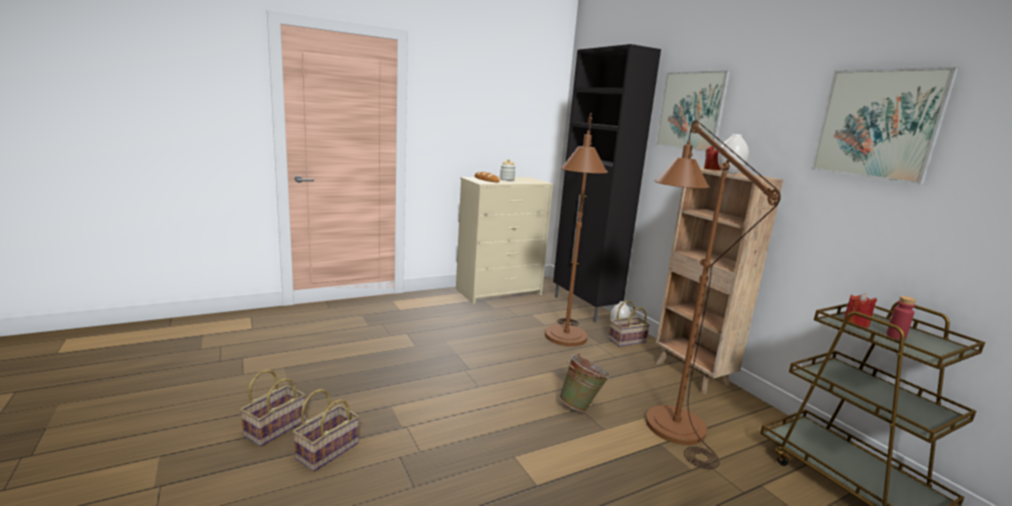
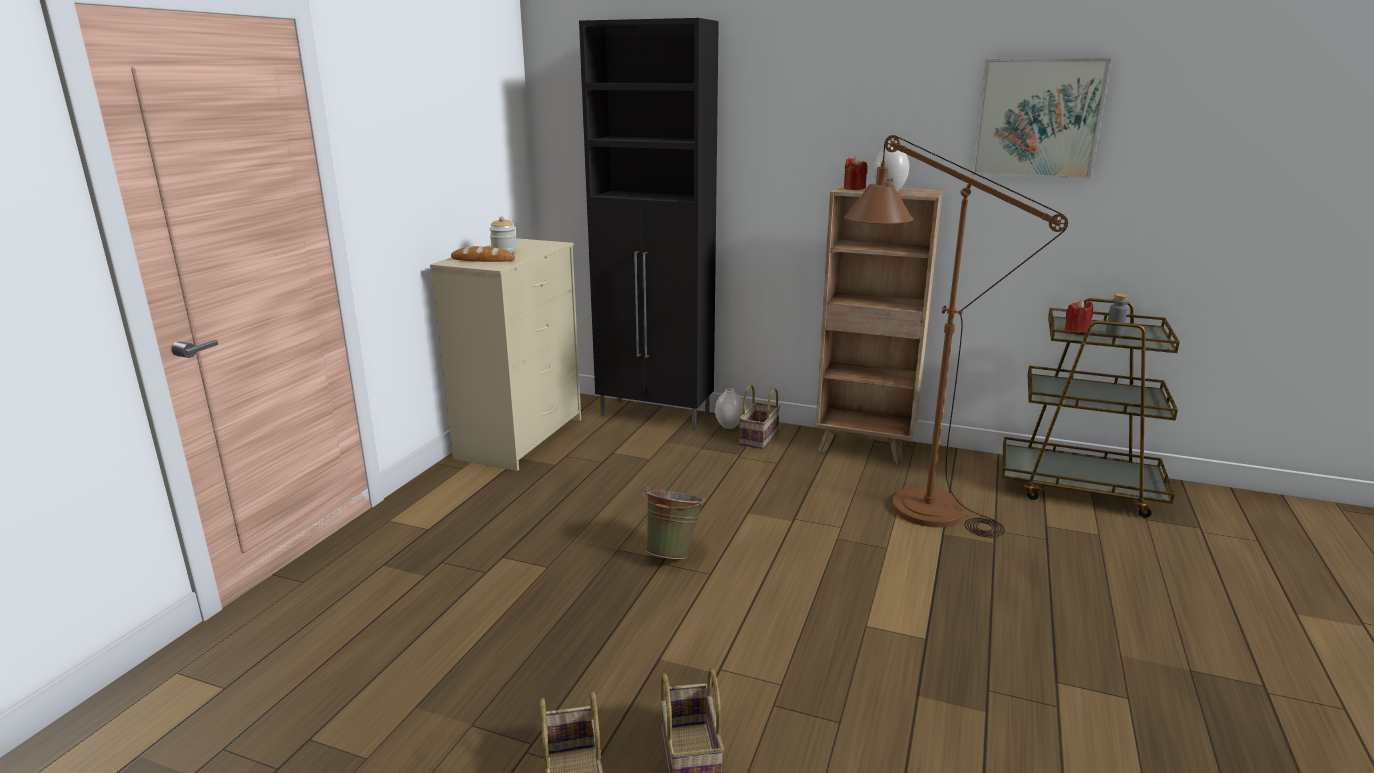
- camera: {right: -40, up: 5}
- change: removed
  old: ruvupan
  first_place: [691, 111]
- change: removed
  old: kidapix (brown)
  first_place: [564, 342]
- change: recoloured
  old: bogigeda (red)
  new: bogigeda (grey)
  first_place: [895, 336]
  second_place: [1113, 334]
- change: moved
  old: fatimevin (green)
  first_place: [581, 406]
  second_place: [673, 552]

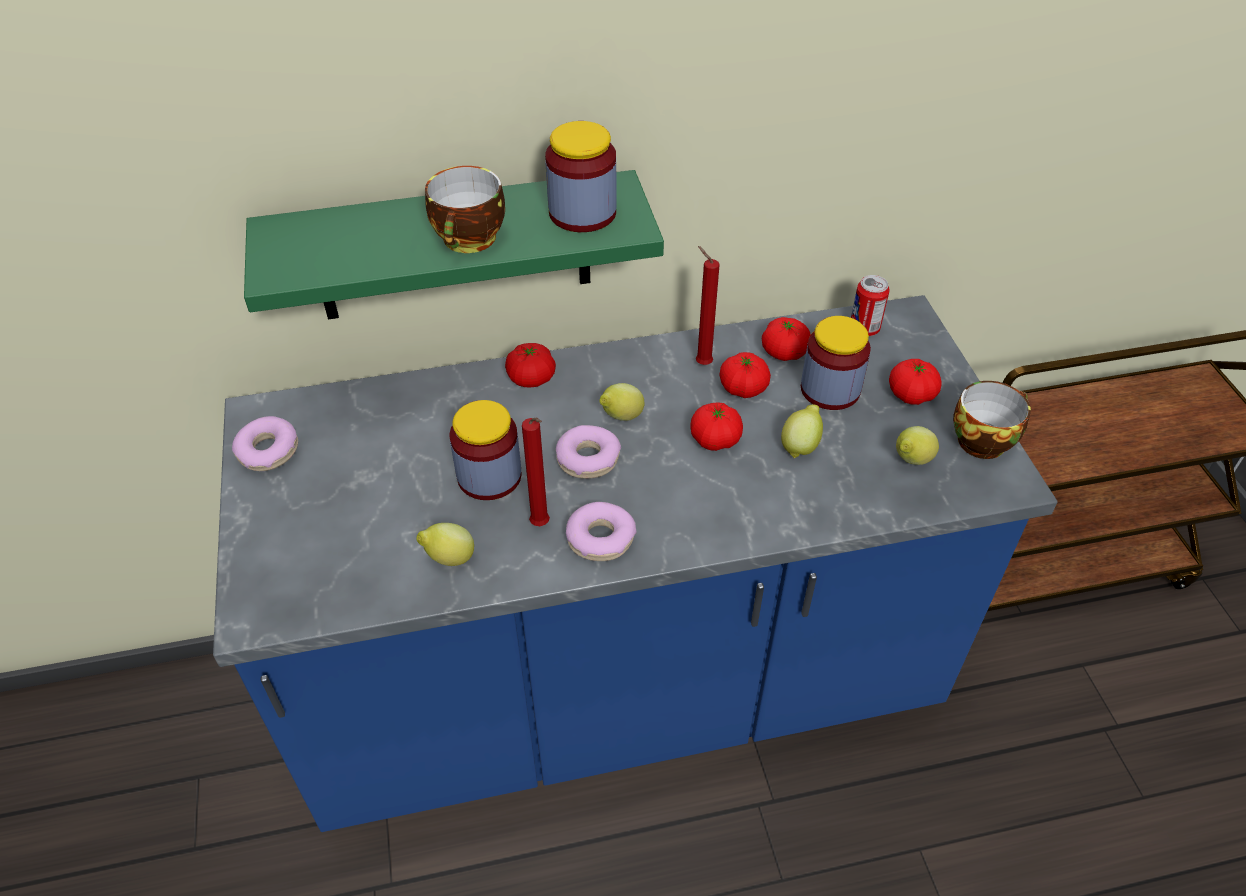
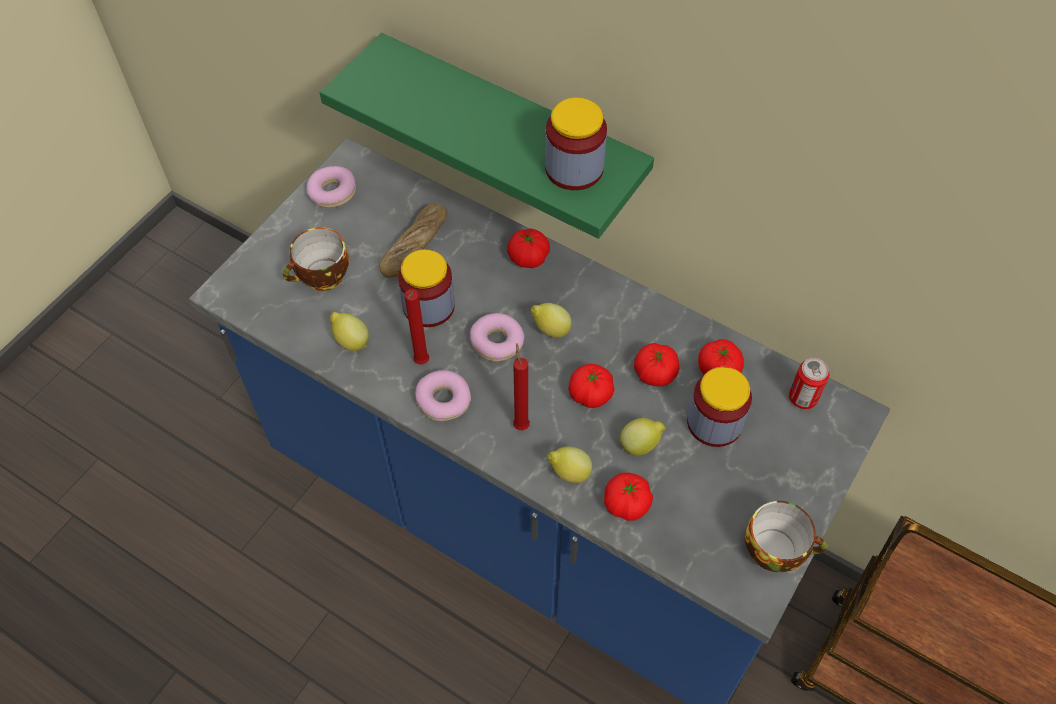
- camera: {right: 45, up: 10}
- change: moved
  old: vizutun
  first_place: [470, 240]
  second_place: [322, 278]
- change: moved
  old: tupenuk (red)
  first_place: [701, 363]
  second_place: [521, 424]
- change: moved
  old: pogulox
  first_place: [911, 394]
  second_place: [626, 504]
- change: moved
  old: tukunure
  first_place: [911, 461]
  second_place: [569, 473]
- change: added
  new: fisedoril
  second_place: [414, 245]

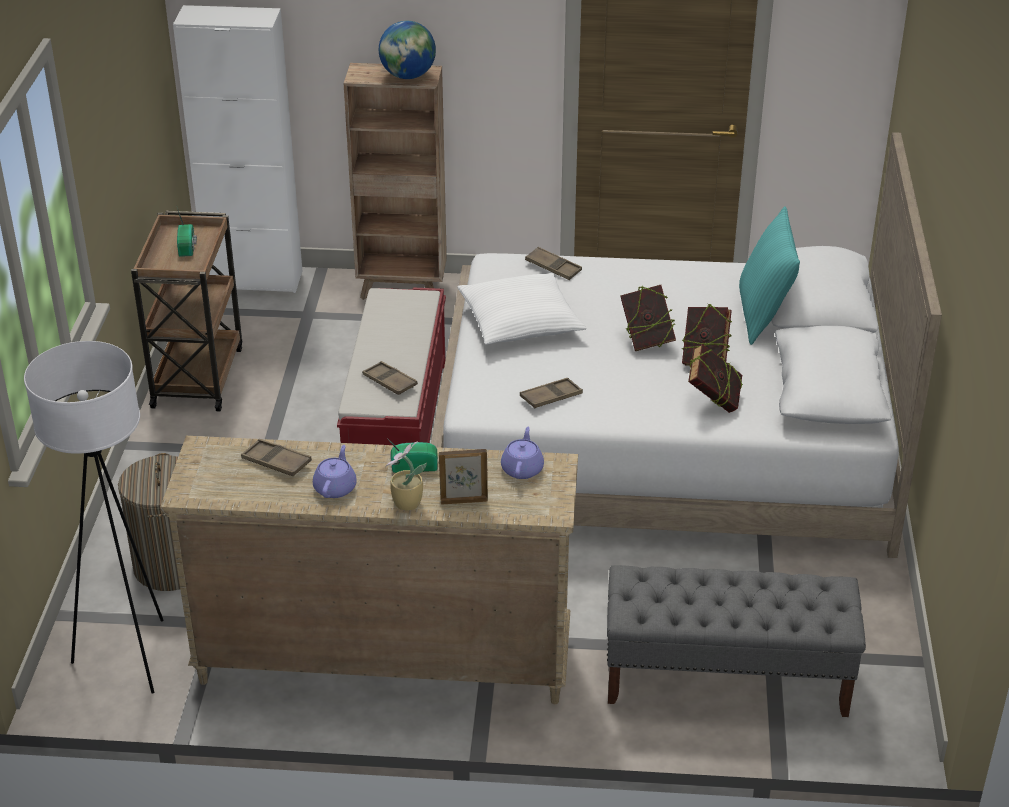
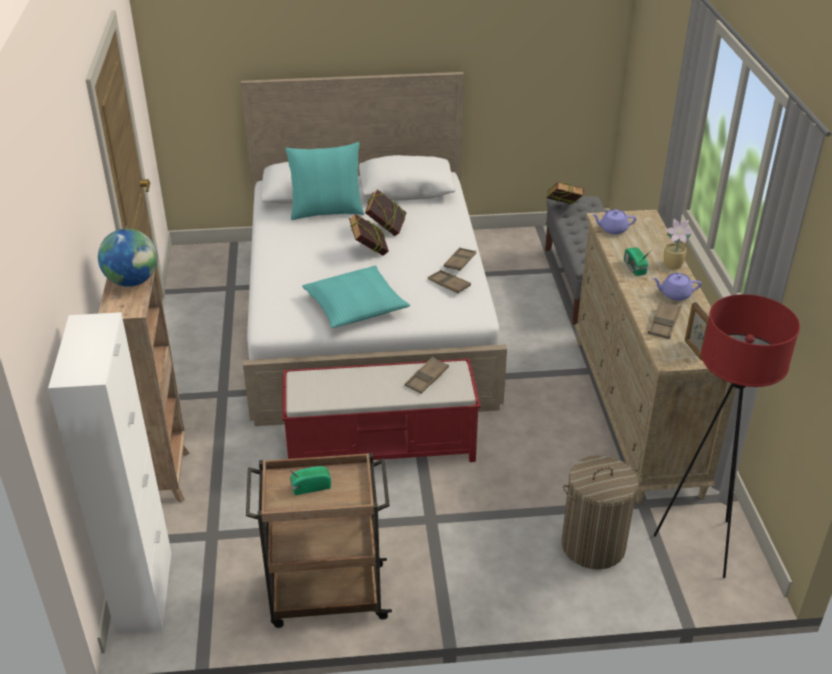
- camera: {right: -100, up: 0}
- change: moved
  old: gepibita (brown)
  first_place: [553, 267]
  second_place: [460, 262]
- change: recoloured
  old: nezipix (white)
  new: nezipix (turquoise)
  first_place: [520, 321]
  second_place: [355, 306]
- change: recoloured
  old: kidapix (white)
  new: kidapix (red)
  first_place: [130, 657]
  second_place: [700, 544]
- change: moved
  old: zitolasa
  first_place: [713, 402]
  second_place: [563, 209]
- change: moved
  old: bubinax
  first_place: [463, 500]
  second_place: [694, 350]

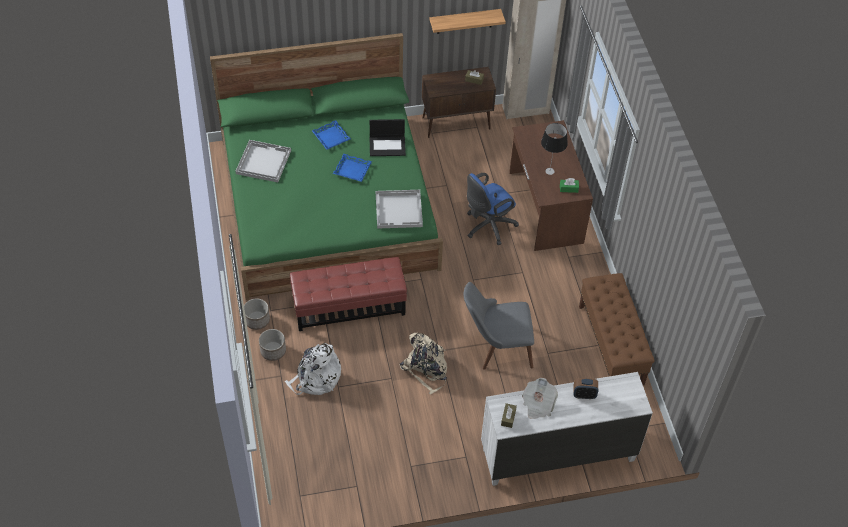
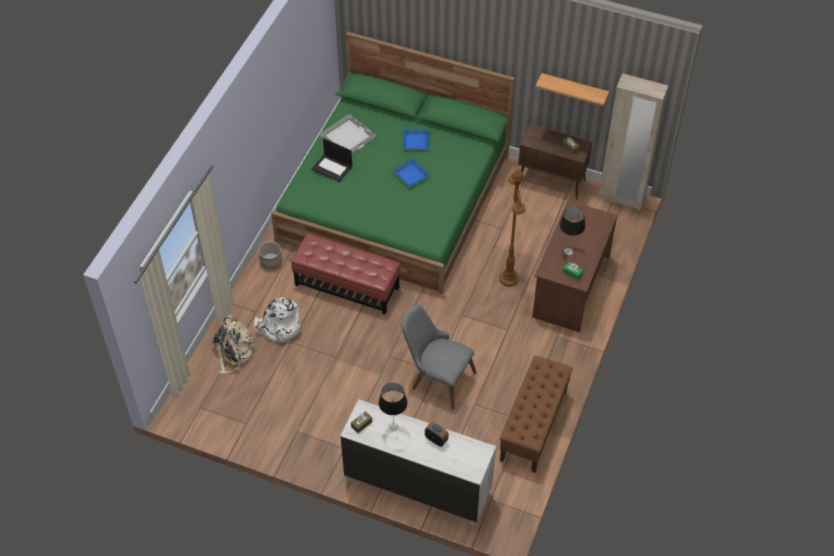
- camera: {right: 35, up: 0}
- change: moved
  old: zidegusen
  first_place: [387, 146]
  second_place: [332, 168]
- change: replaced
  old: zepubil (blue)
  new: kidapix (brown)
  first_place: [487, 226]
  second_place: [508, 278]
- change: removed
  old: gepibita (white)
  first_place: [399, 210]
- change: removed
  old: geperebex
  first_place: [273, 351]
- change: moved
  old: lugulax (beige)
  first_place: [426, 369]
  second_place: [234, 352]
- change: replaced
  old: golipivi
  new: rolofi
  first_place: [538, 404]
  second_place: [393, 427]

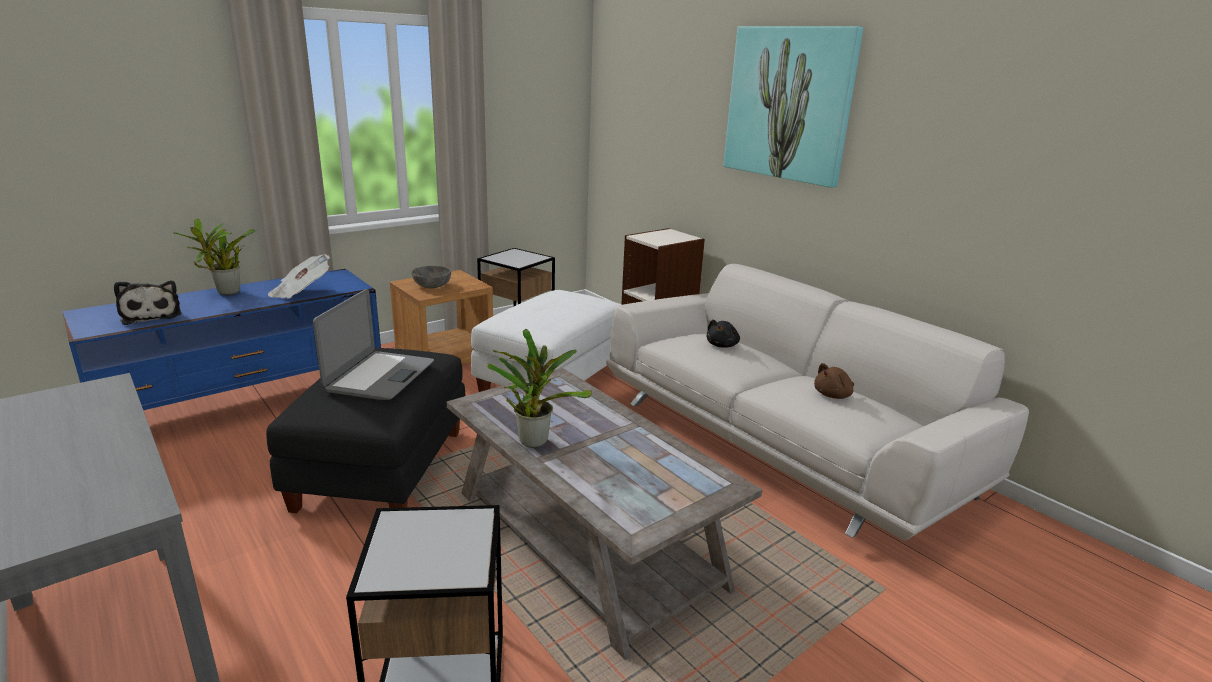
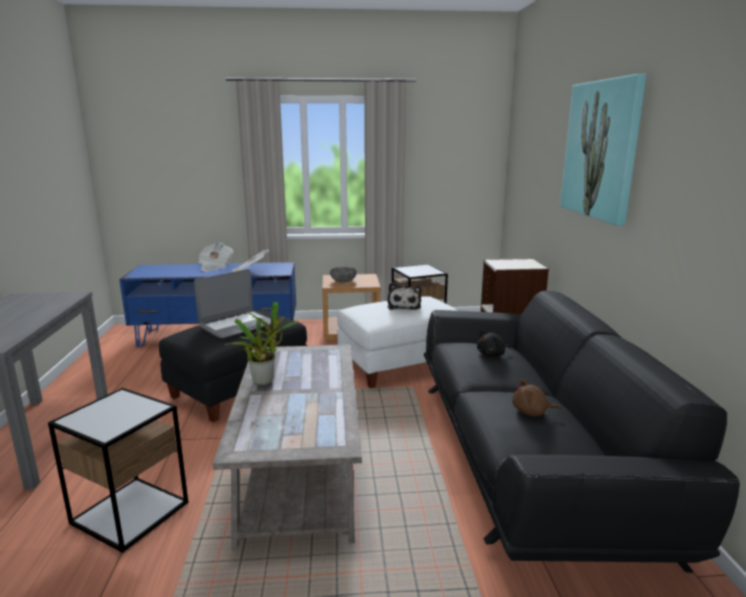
- camera: {right: 35, up: -5}
- change: replaced
  old: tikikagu
  new: golipivi
  first_place: [226, 293]
  second_place: [215, 267]
- change: recoloured
  old: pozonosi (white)
  new: pozonosi (black)
  first_place: [783, 446]
  second_place: [530, 458]
- change: moved
  old: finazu
  first_place: [151, 315]
  second_place: [404, 306]

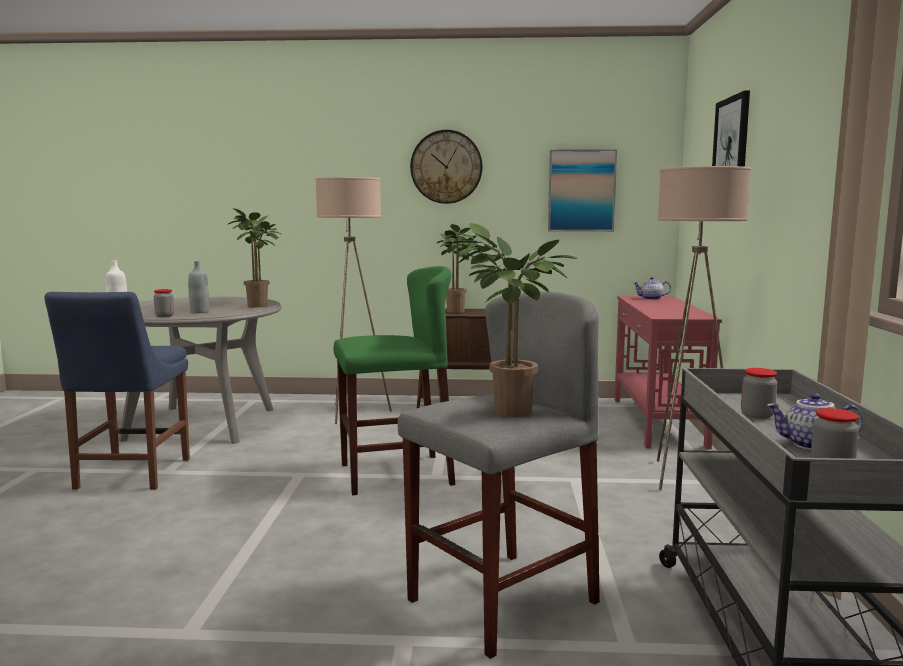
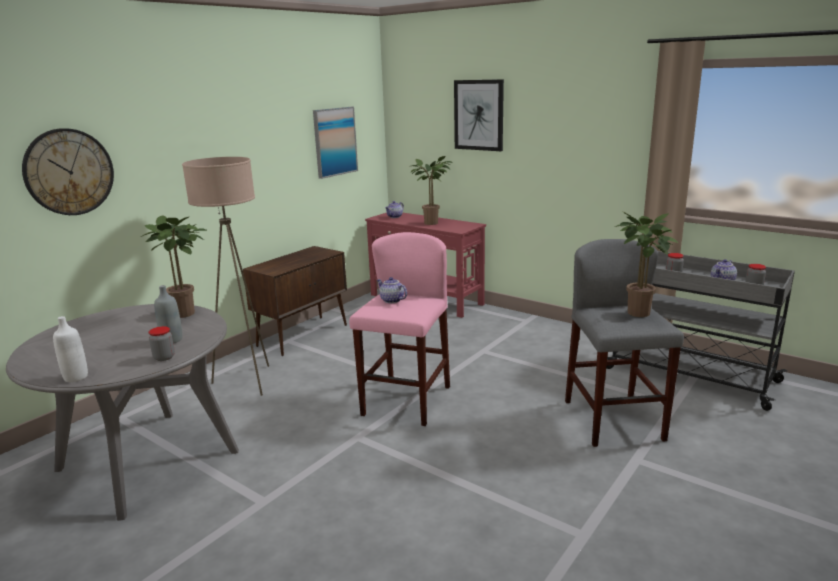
- camera: {right: -55, up: 10}
- change: moved
  old: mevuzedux
  first_place: [446, 167]
  second_place: [69, 172]
- change: removed
  old: kidapix (beige)
  first_place: [685, 477]
- change: moved
  old: tikikagu
  first_place: [458, 311]
  second_place: [433, 223]
- change: recoloured
  old: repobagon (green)
  new: repobagon (pink)
  first_place: [395, 474]
  second_place: [406, 401]
- change: removed
  old: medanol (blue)
  first_place: [130, 475]
- change: added
  new: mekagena
  second_place: [391, 300]

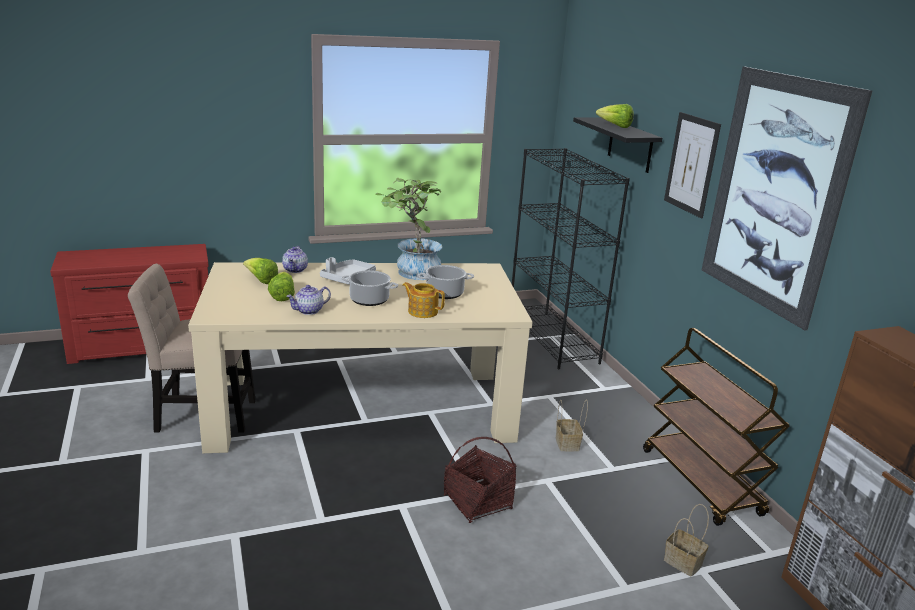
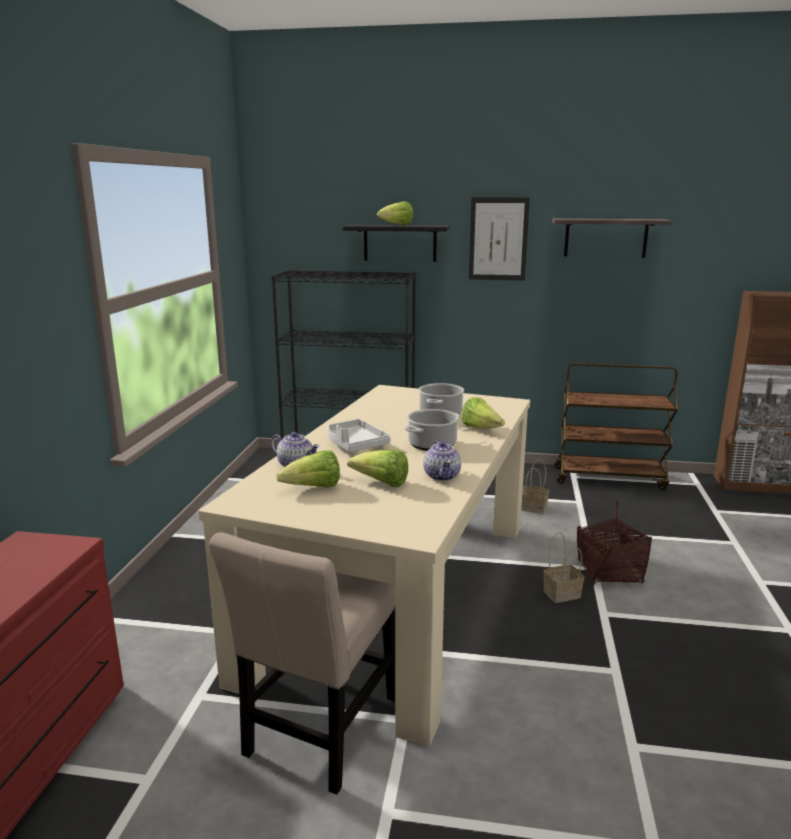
- camera: {right: -60, up: -5}
- change: replaced
  old: ruvupan
  new: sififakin
  first_place: [775, 194]
  second_place: [605, 237]
- change: removed
  old: tikikagu
  first_place: [411, 272]
- change: replaced
  old: mekagena
  new: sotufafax
  first_place: [422, 311]
  second_place: [481, 429]
- change: moved
  old: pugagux
  first_place: [684, 562]
  second_place: [562, 593]

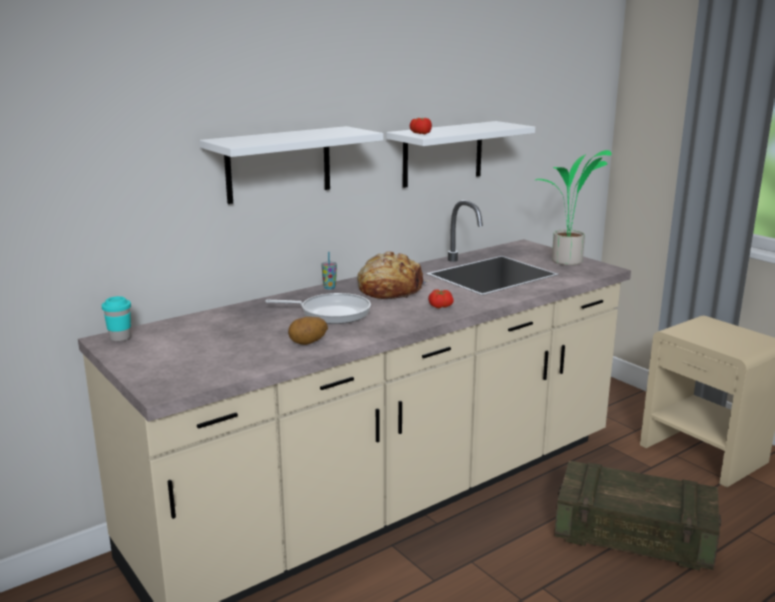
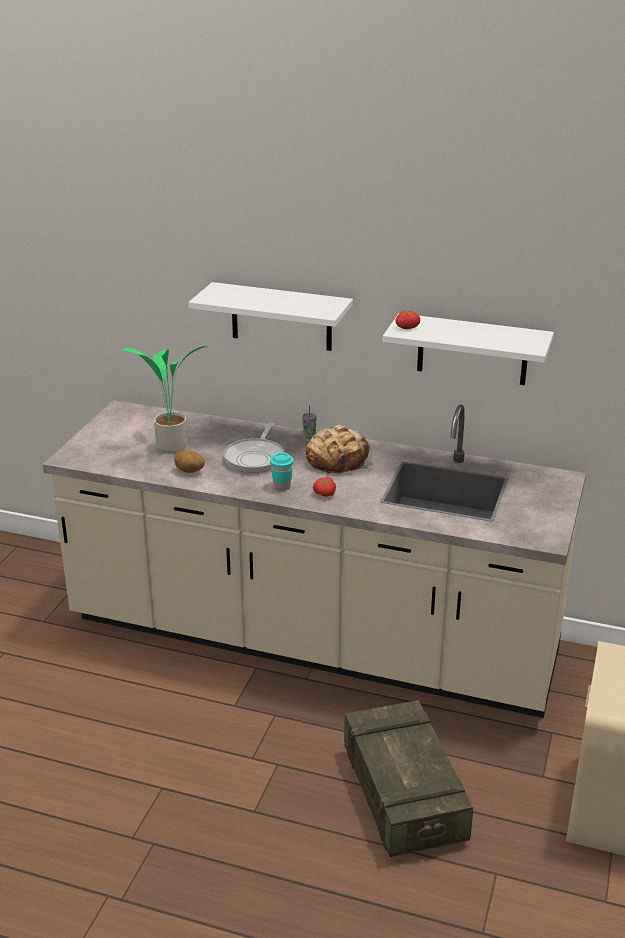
- camera: {right: 55, up: 10}
- change: moved
  old: tikikagu
  first_place: [567, 262]
  second_place: [170, 447]
- change: turned
  old: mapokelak
  first_place: [331, 313]
  second_place: [255, 457]
  degrees: 45
- change: moved
  old: vizutun (turquoise)
  first_place: [120, 338]
  second_place: [282, 486]

